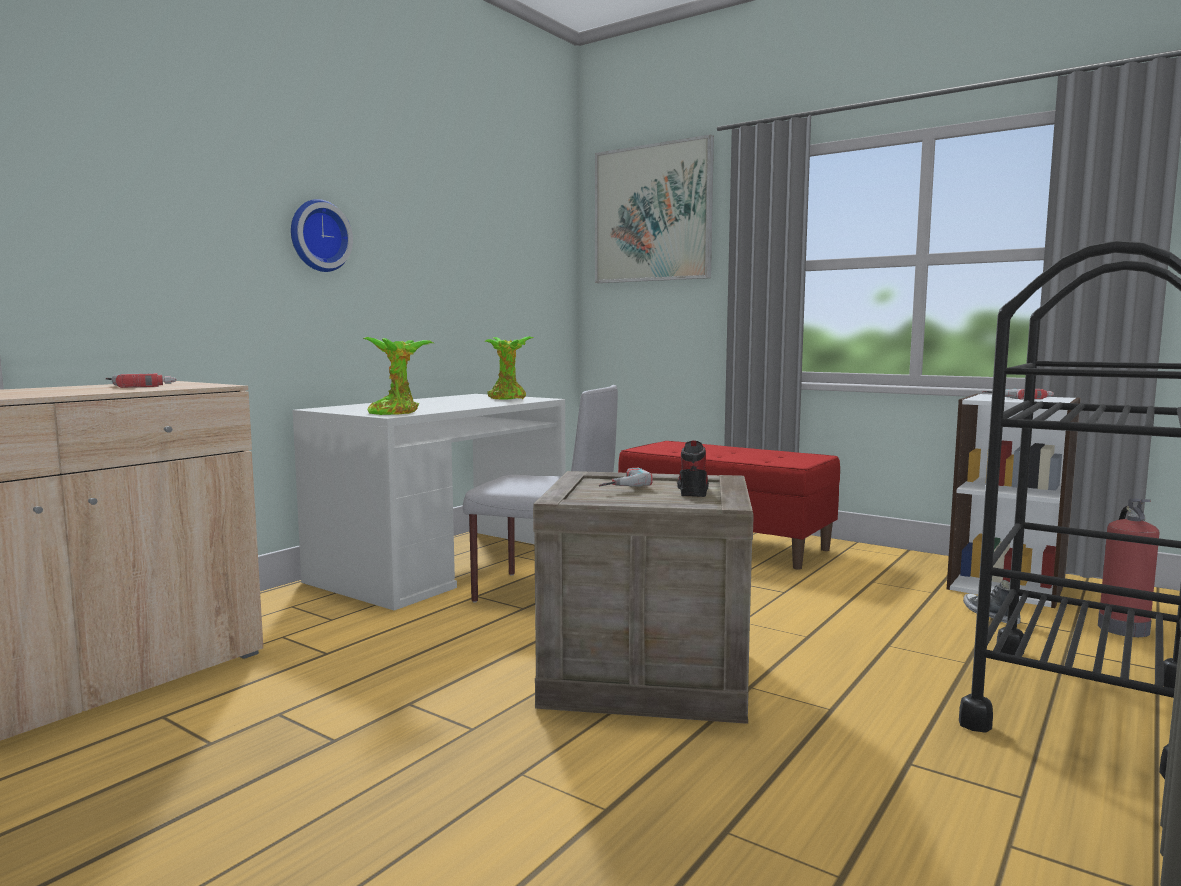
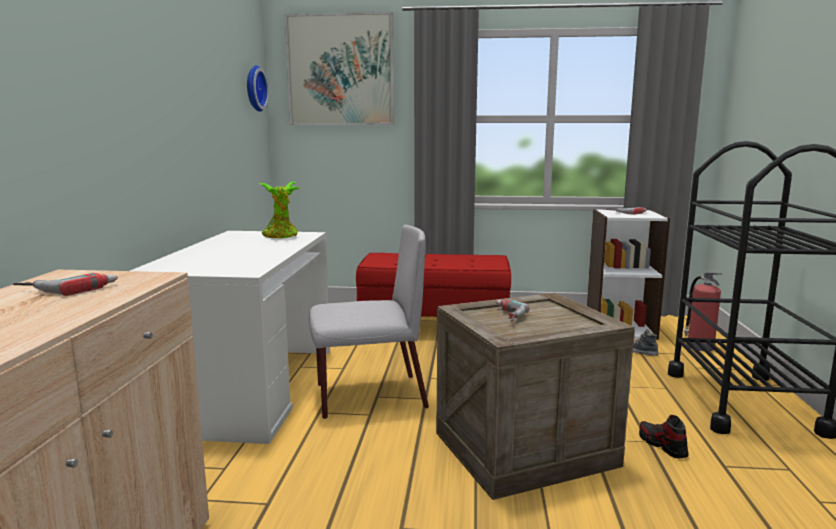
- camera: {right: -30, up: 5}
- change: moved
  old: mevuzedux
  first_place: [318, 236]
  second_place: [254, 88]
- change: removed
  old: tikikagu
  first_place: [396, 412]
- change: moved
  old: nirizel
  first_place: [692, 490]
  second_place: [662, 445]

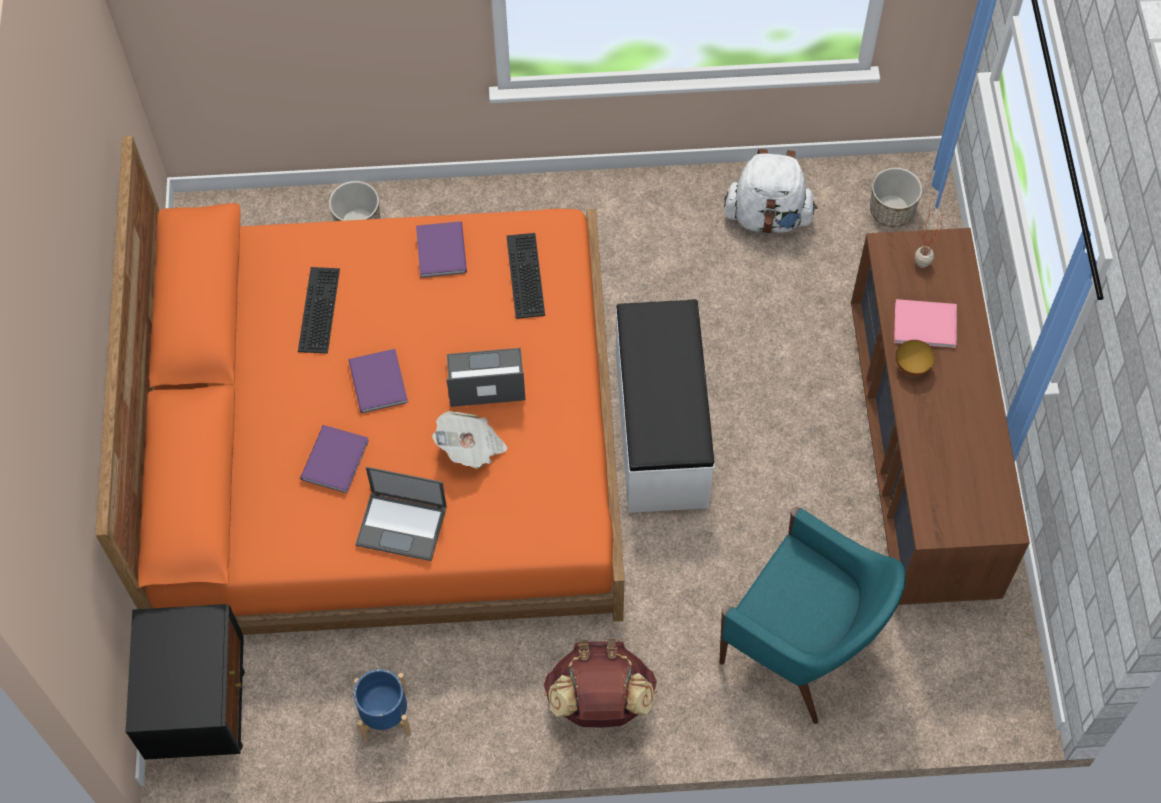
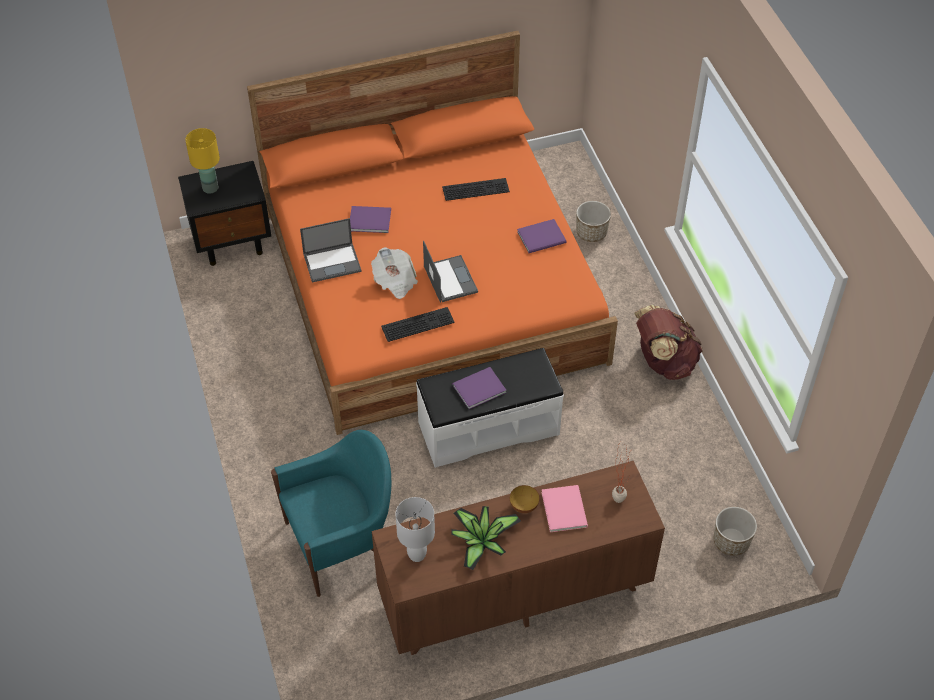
- camera: {right: 75, up: -10}
- change: removed
  old: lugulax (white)
  first_place: [768, 216]
- change: moved
  old: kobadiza
  first_place: [523, 274]
  second_place: [418, 323]
- change: moved
  old: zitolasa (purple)
  first_place: [377, 384]
  second_place: [477, 388]
- change: turned
  old: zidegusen
  first_place: [402, 525]
  second_place: [333, 262]
  degrees: -105
- change: turned
  old: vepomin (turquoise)
  first_place: [804, 645]
  second_place: [342, 543]
  degrees: -135
- change: moved
  old: lugulax (brown)
  first_place: [600, 702]
  second_place: [663, 362]
- change: removed
  old: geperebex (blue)
  first_place: [385, 716]
- change: added
  new: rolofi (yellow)
  second_place: [210, 188]
- change: added
  new: rolofi (white)
  second_place: [416, 555]
- change: added
  new: tikikagu
  second_place: [481, 541]

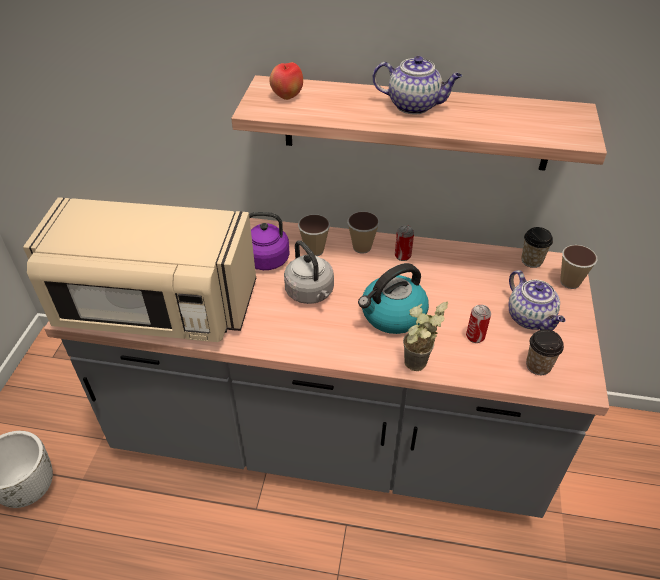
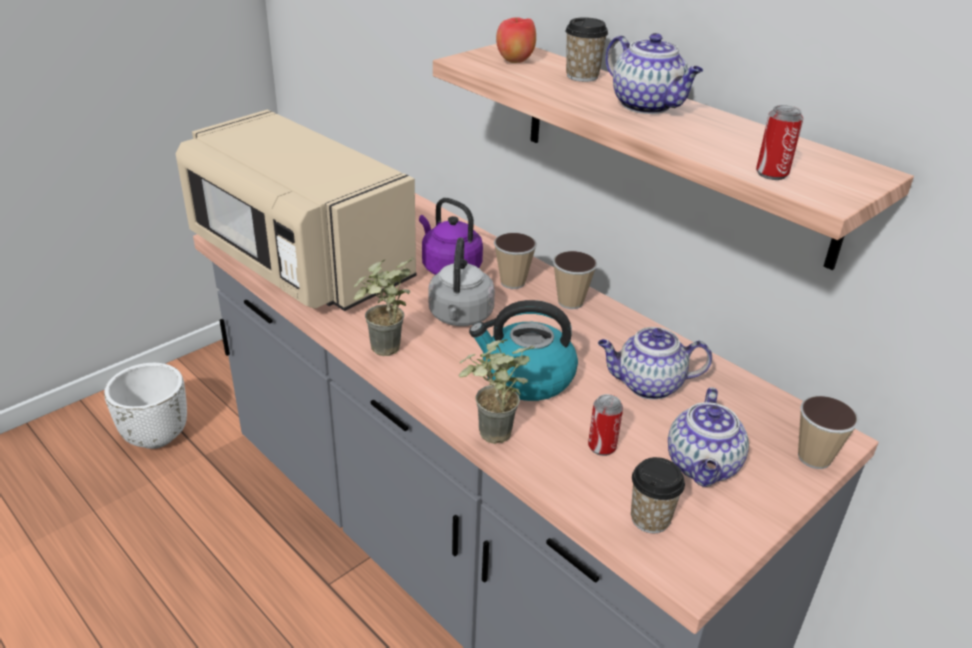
- camera: {right: 35, up: -10}
- change: moved
  old: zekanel
  first_place: [402, 256]
  second_place: [771, 174]
- change: moved
  old: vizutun
  first_place: [531, 261]
  second_place: [582, 76]
- change: added
  new: tikikagu
  second_place: [383, 354]
- change: added
  new: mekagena
  second_place: [647, 385]

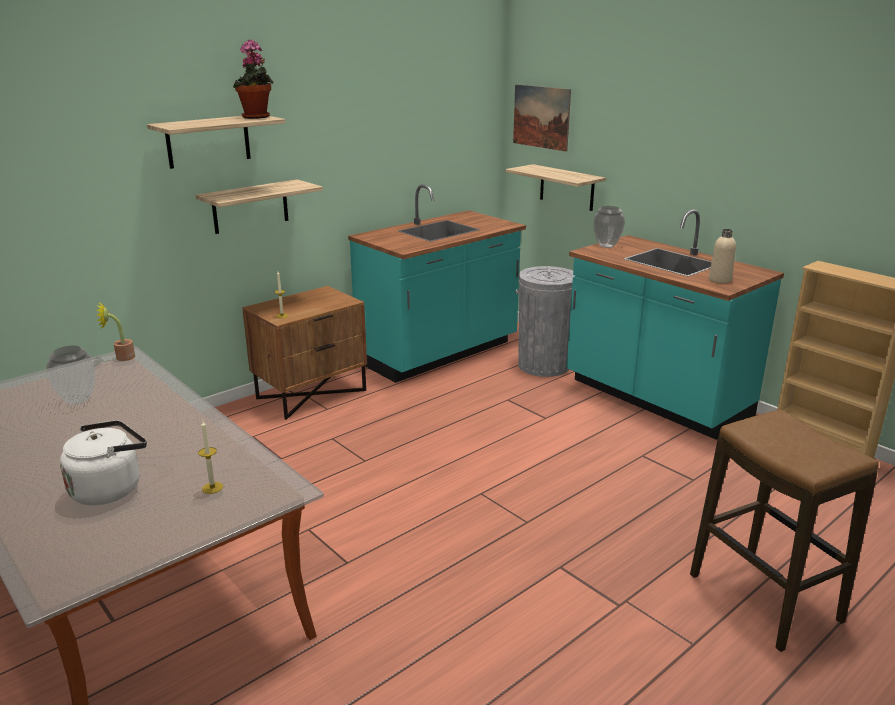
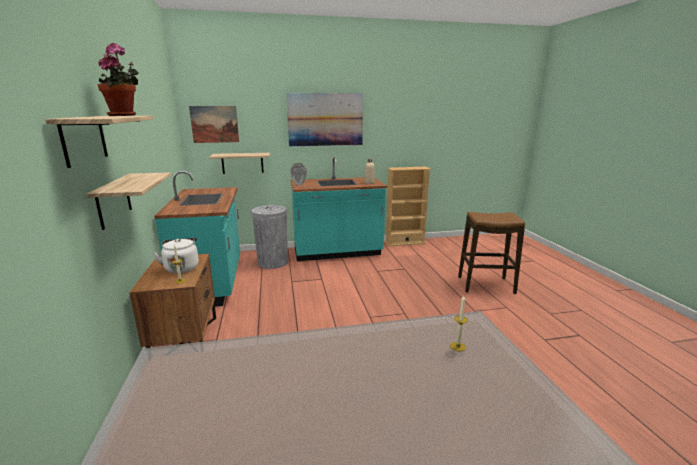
- camera: {right: -60, up: -5}
- change: removed
  old: tikikagu
  first_place: [121, 357]
- change: removed
  old: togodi
  first_place: [78, 400]
- change: moved
  old: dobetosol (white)
  first_place: [110, 488]
  second_place: [181, 268]
- change: added
  new: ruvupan
  second_place: [325, 119]

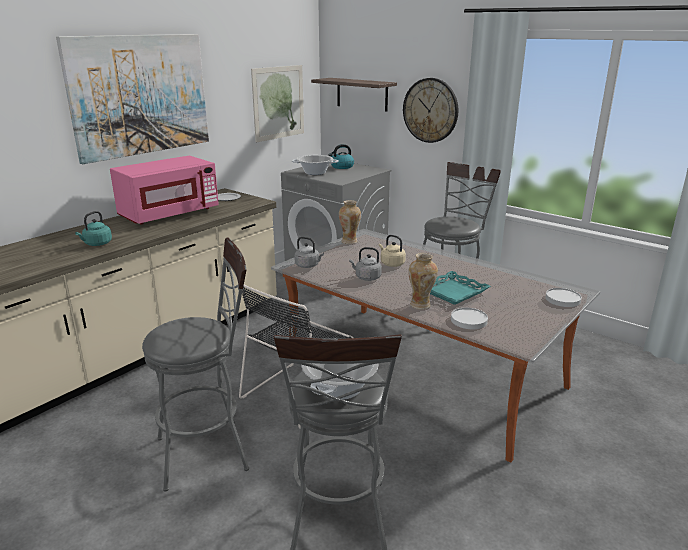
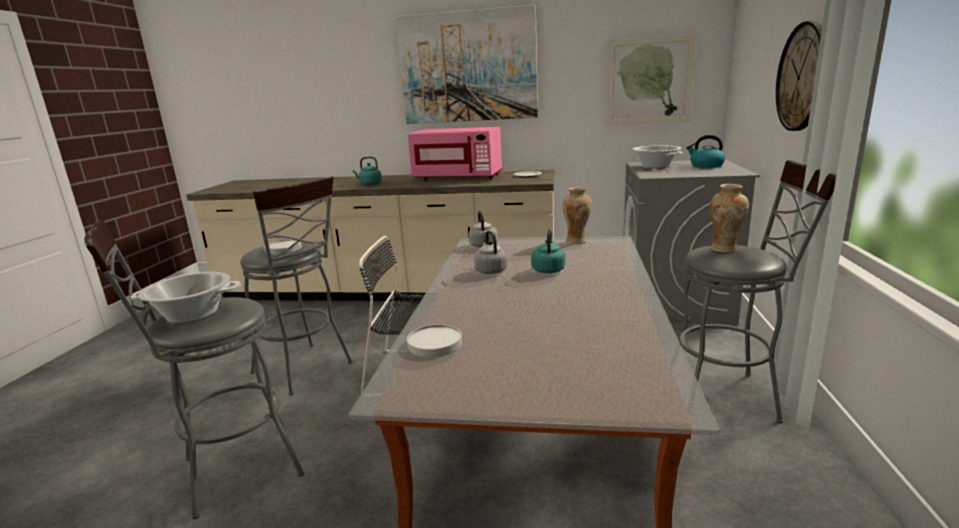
- camera: {right: 60, up: -5}
- change: removed
  old: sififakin
  first_place: [362, 94]
- change: recoloured
  old: dobetosol (beige)
  new: dobetosol (turquoise)
  first_place: [391, 263]
  second_place: [548, 269]
- change: moved
  old: togodi
  first_place: [421, 305]
  second_place: [724, 249]
- change: removed
  old: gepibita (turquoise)
  first_place: [453, 292]
- change: moved
  old: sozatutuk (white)
  first_place: [562, 299]
  second_place: [284, 249]

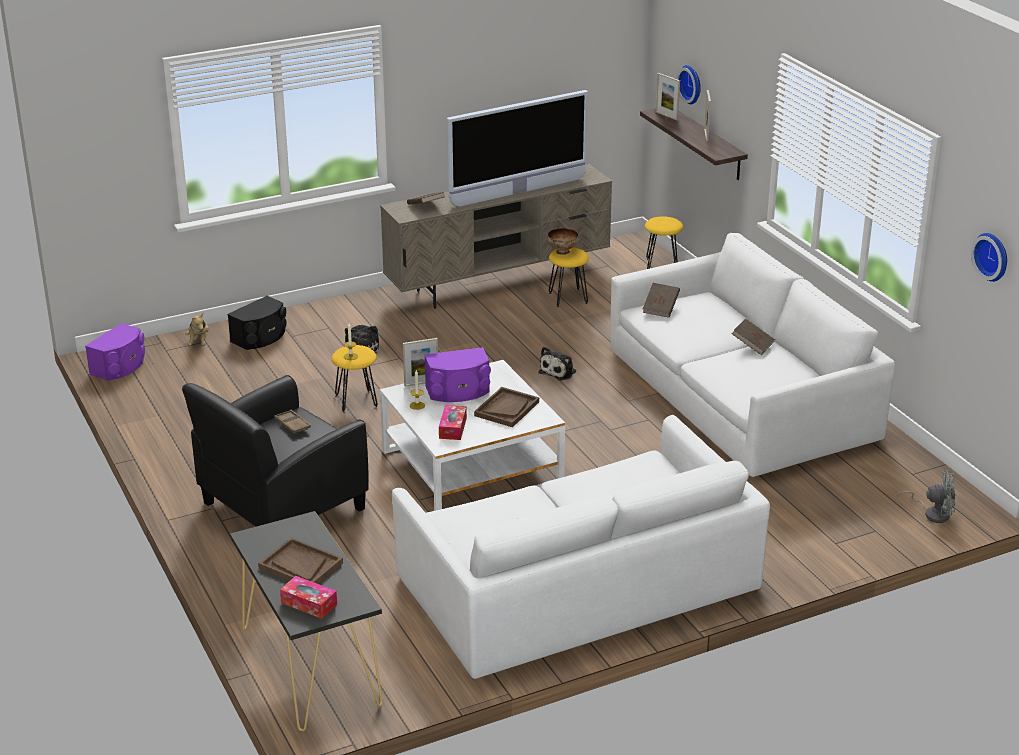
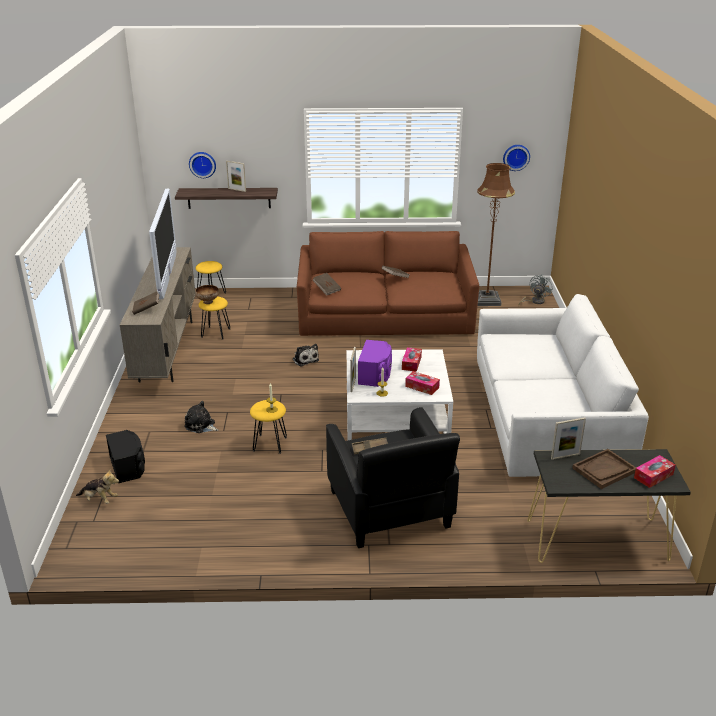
- camera: {right: -65, up: 0}
- change: moved
  old: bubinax
  first_place: [666, 116]
  second_place: [565, 456]
- change: recoloured
  old: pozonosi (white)
  new: pozonosi (brown)
  first_place: [741, 396]
  second_place: [385, 314]
- change: removed
  old: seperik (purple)
  first_place: [120, 367]
- change: replaced
  old: gepibita (brown)
  new: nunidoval
  first_place: [506, 409]
  second_place: [411, 363]
- change: added
  new: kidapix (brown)
  second_place: [487, 300]

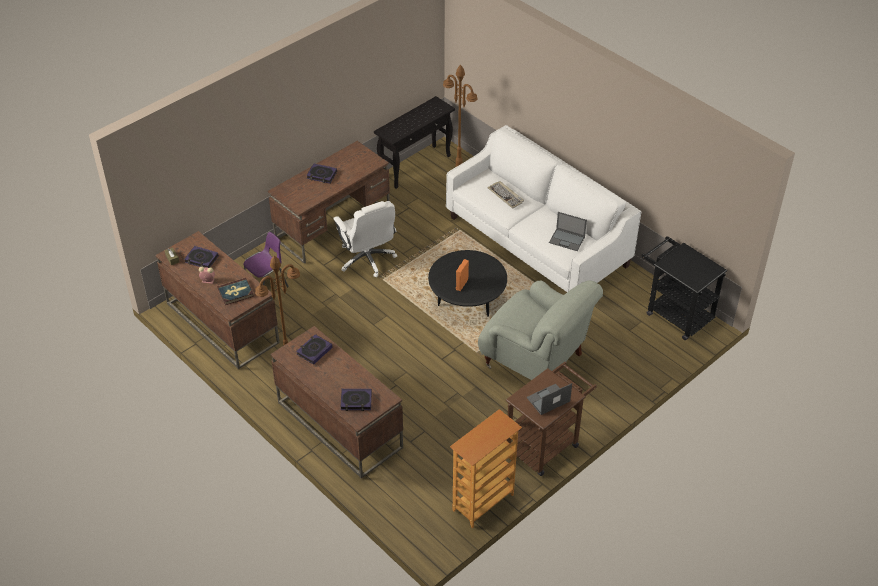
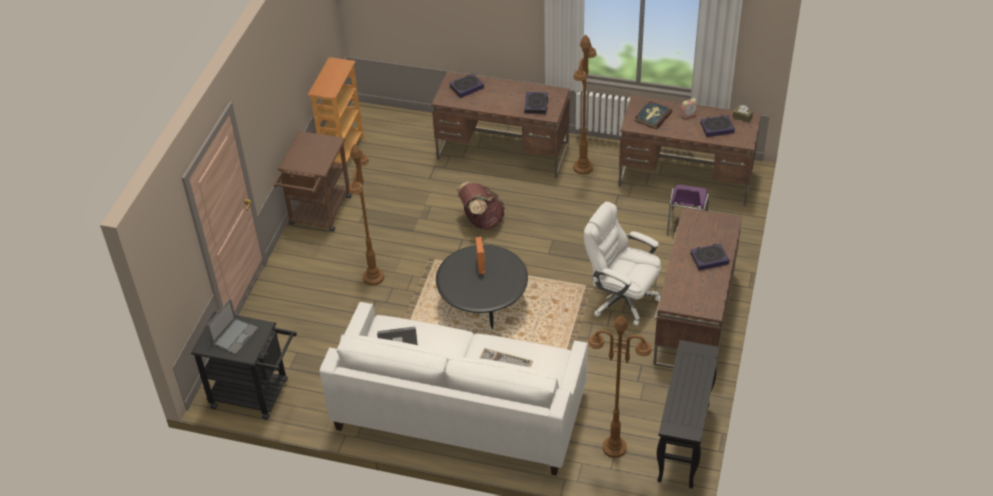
- camera: {right: 150, up: 0}
- change: replaced
  old: vepomin (grey)
  new: kidapix (brown)
  first_place: [535, 361]
  second_place: [373, 277]
- change: moved
  old: zidegusen
  first_place: [548, 400]
  second_place: [235, 336]
- change: added
  new: lugulax (brown)
  second_place: [481, 221]

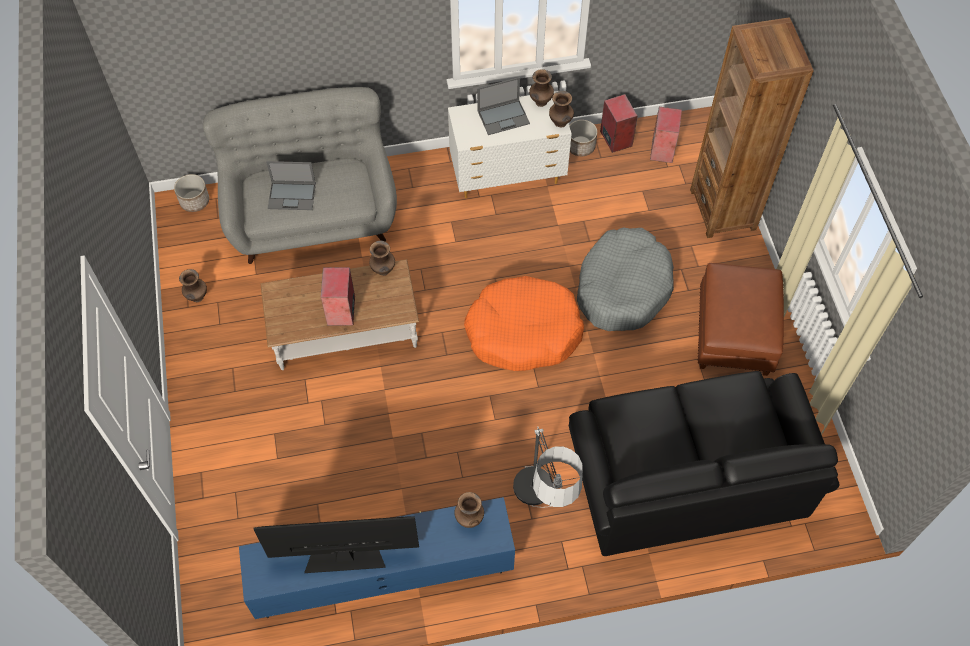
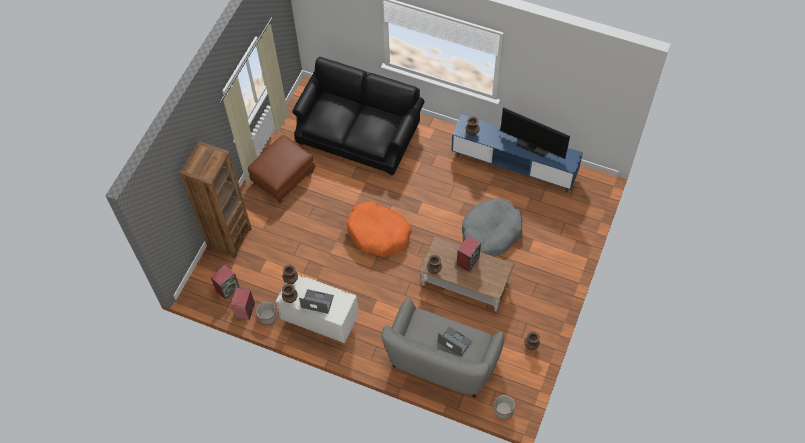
- camera: {right: -145, up: 0}
- change: moved
  old: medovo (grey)
  first_place: [623, 287]
  second_place: [491, 233]
- change: removed
  old: kidapix
  first_place: [541, 517]

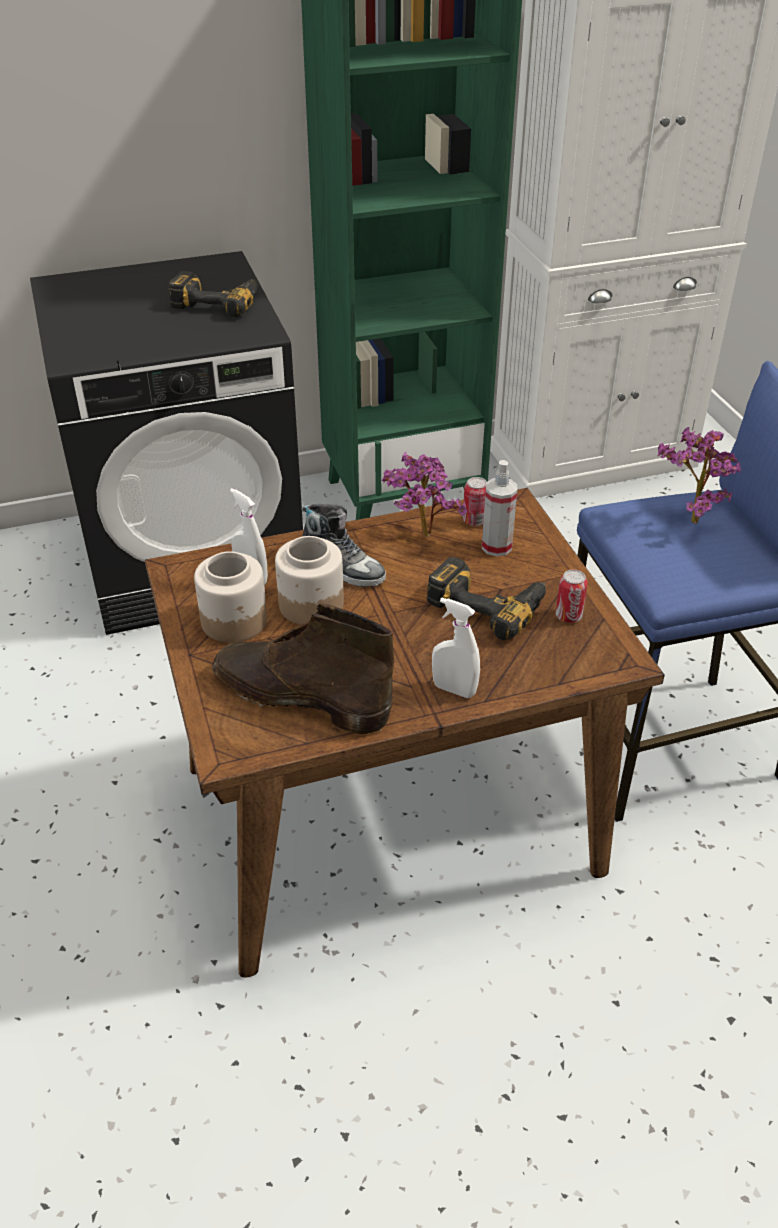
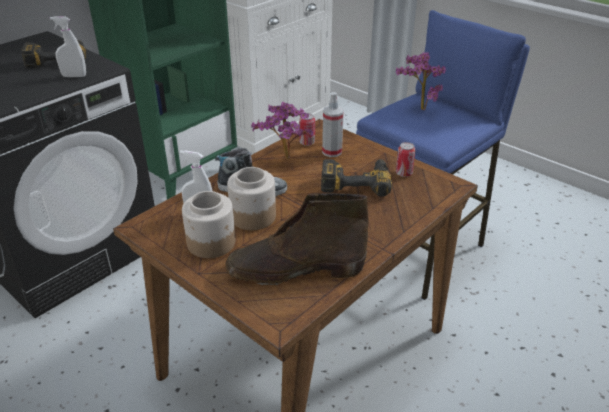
- camera: {right: -30, up: -5}
- change: moved
  old: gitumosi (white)
  first_place: [454, 689]
  second_place: [74, 76]

